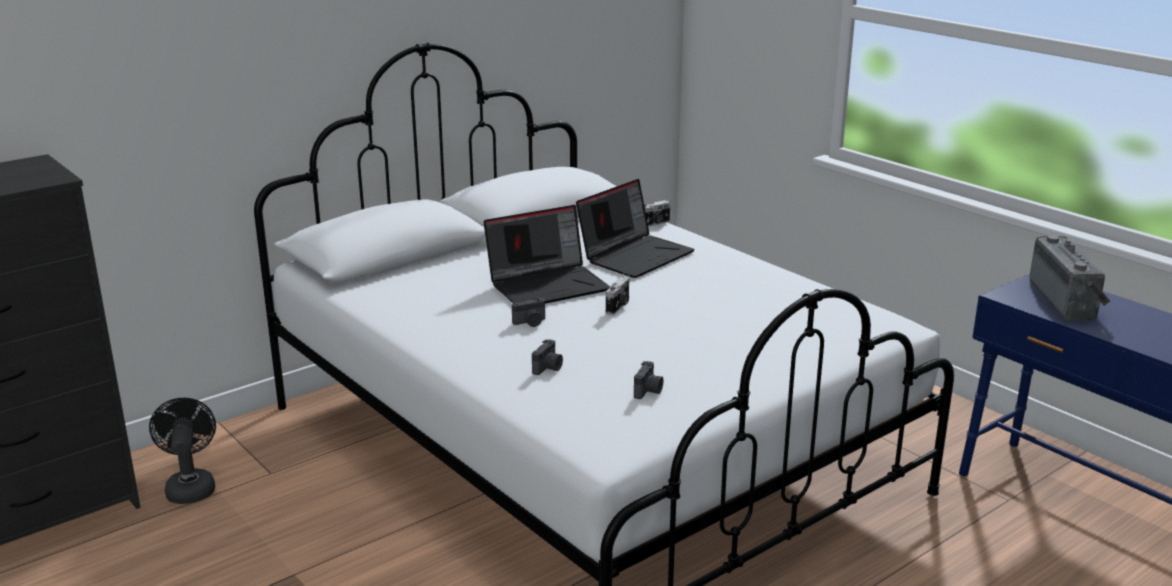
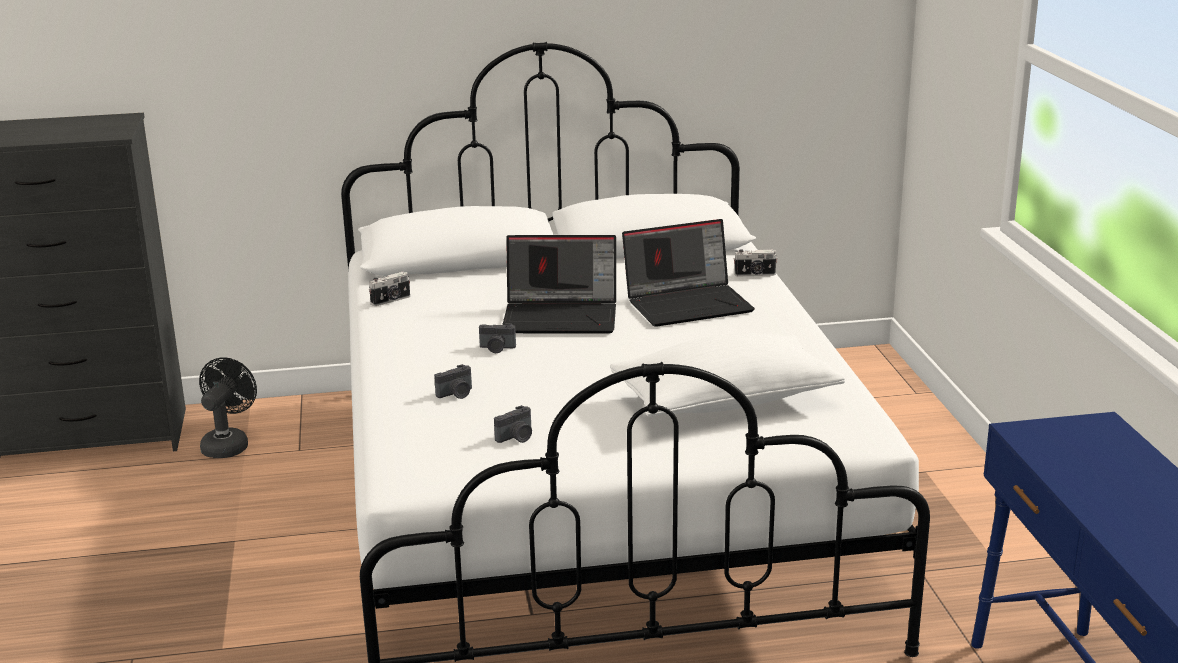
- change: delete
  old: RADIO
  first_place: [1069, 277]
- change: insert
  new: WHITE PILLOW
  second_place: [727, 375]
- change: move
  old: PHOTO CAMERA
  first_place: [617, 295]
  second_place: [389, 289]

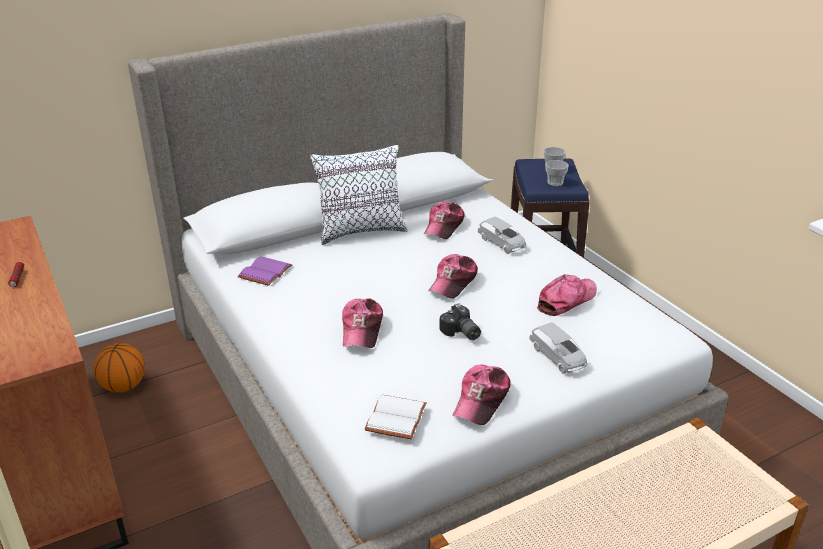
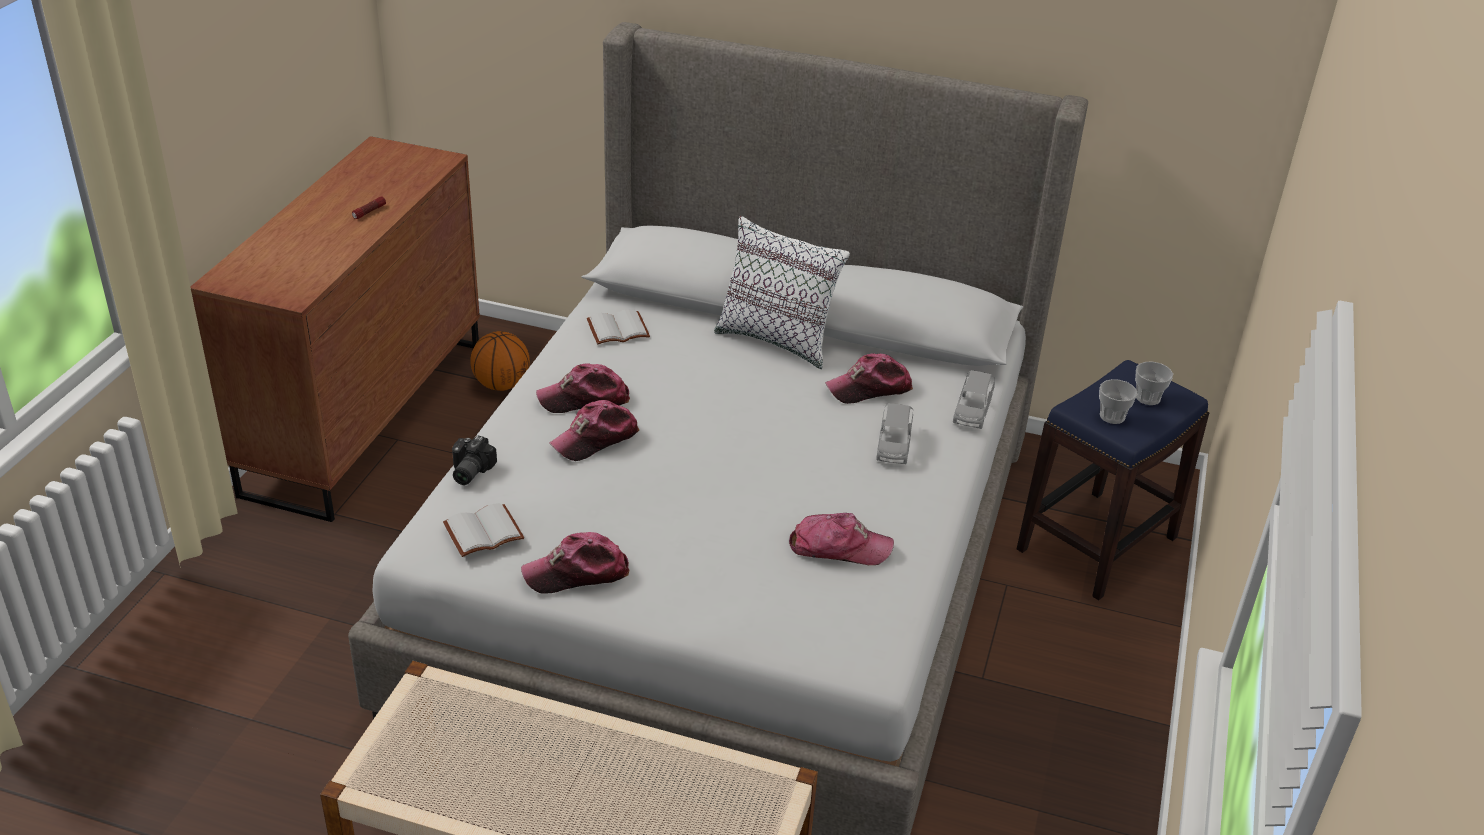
- change: move
  old: CAP
  first_place: [453, 276]
  second_place: [583, 388]
- change: move
  old: PHOTO CAMERA
  first_place: [460, 322]
  second_place: [474, 460]
- change: move
  old: GREY TOY CAR
  first_place: [558, 348]
  second_place: [974, 399]
- change: recolor
  old: PURPLE BOOK
  new: WHITE BOOK
  first_place: [265, 271]
  second_place: [618, 326]

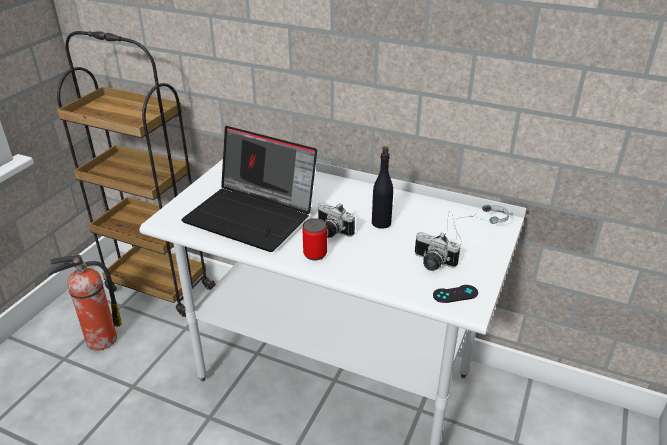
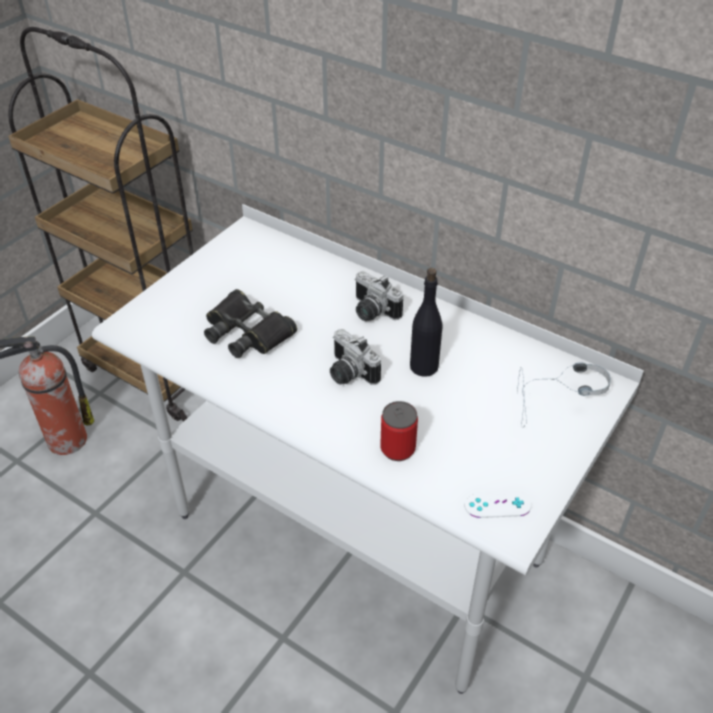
- change: move
  old: CAN
  first_place: [314, 239]
  second_place: [399, 431]
- change: move
  old: PHOTO CAMERA
  first_place: [437, 251]
  second_place: [379, 296]
- change: replace
  old: LAPTOP
  new: BLACK BINOCULARS
  first_place: [249, 189]
  second_place: [250, 323]
- change: recolor
  old: BLACK GAME CONTROLLER
  new: WHITE GAME CONTROLLER
  first_place: [455, 294]
  second_place: [498, 504]

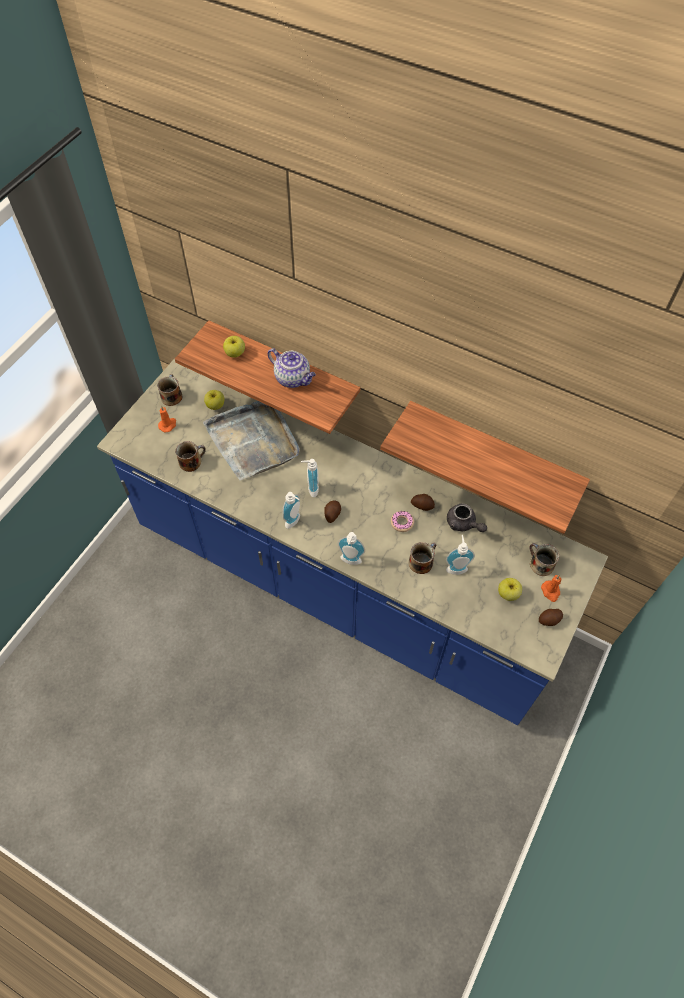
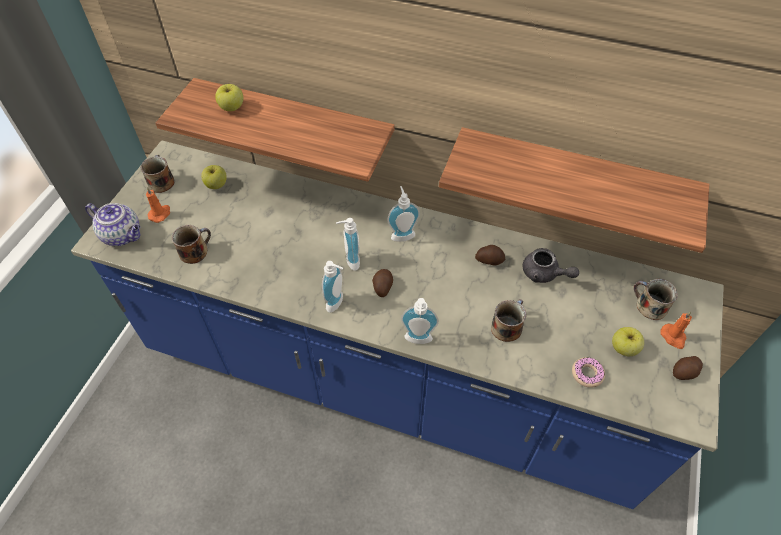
- change: delete
  old: GREY TRAY
  first_place: [251, 441]
- change: move
  old: TEAPOT
  first_place: [292, 368]
  second_place: [112, 224]
- change: move
  old: DONUT
  first_place: [402, 521]
  second_place: [588, 372]
- change: move
  old: SOAP DISPENSER
  first_place: [460, 555]
  second_place: [403, 214]

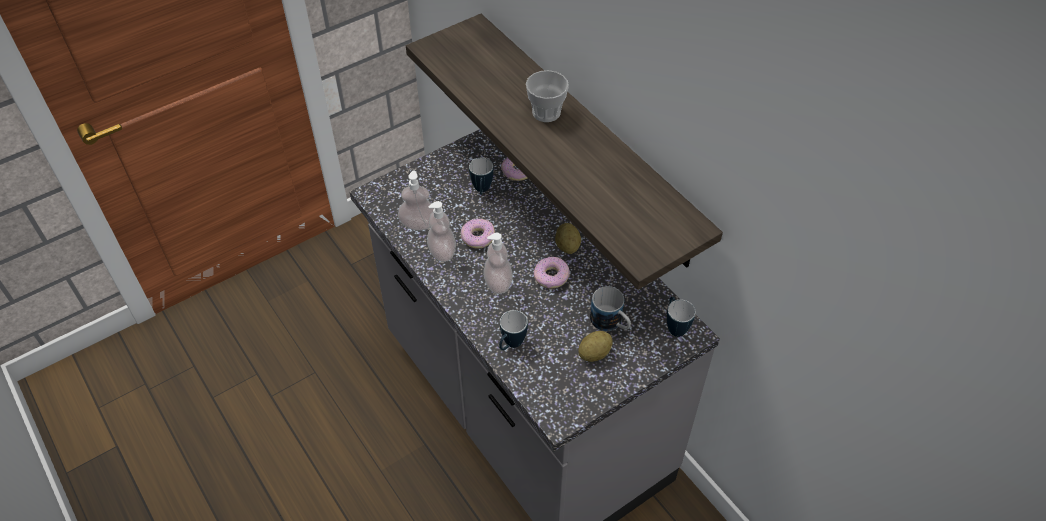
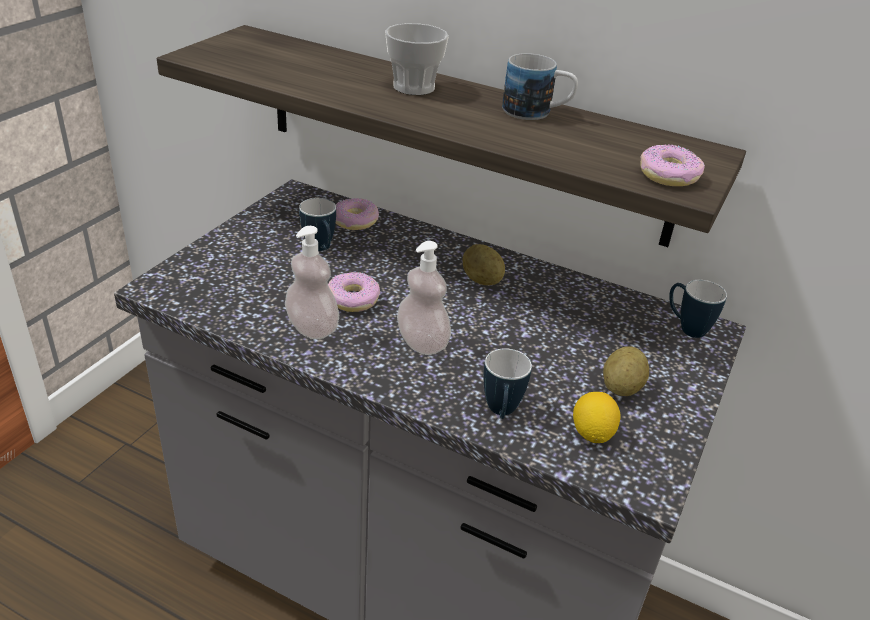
- change: delete
  old: SOAP DISPENSER
  first_place: [416, 201]
- change: insert
  new: LEMON
  second_place: [597, 417]
- change: move
  old: DONUT
  first_place: [552, 272]
  second_place: [672, 165]
- change: move
  old: MUG
  first_place: [610, 308]
  second_place: [540, 86]

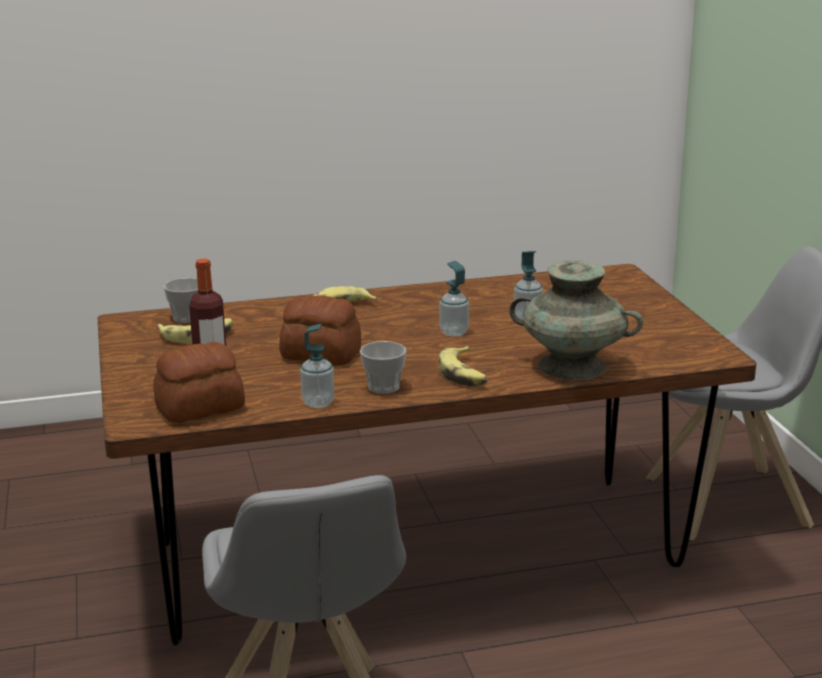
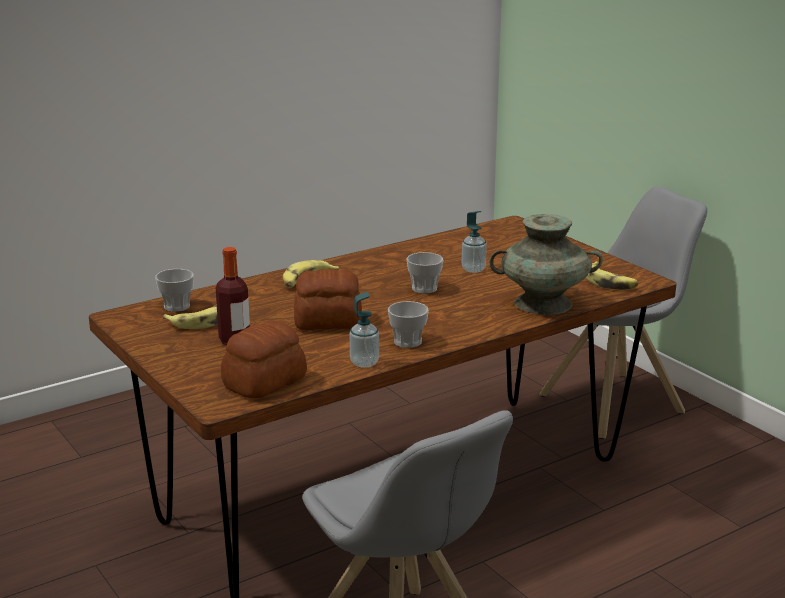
- change: move
  old: BANANA
  first_place: [463, 366]
  second_place: [612, 275]
- change: replace
  old: SOAP DISPENSER
  new: CUP
  first_place: [454, 299]
  second_place: [424, 273]

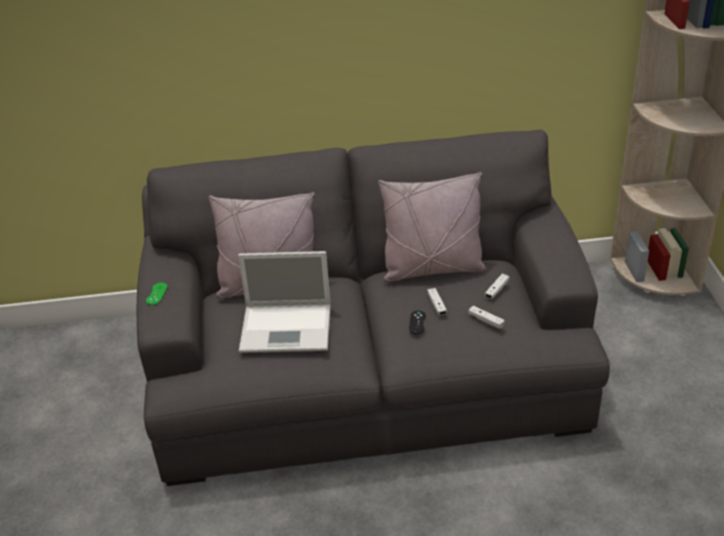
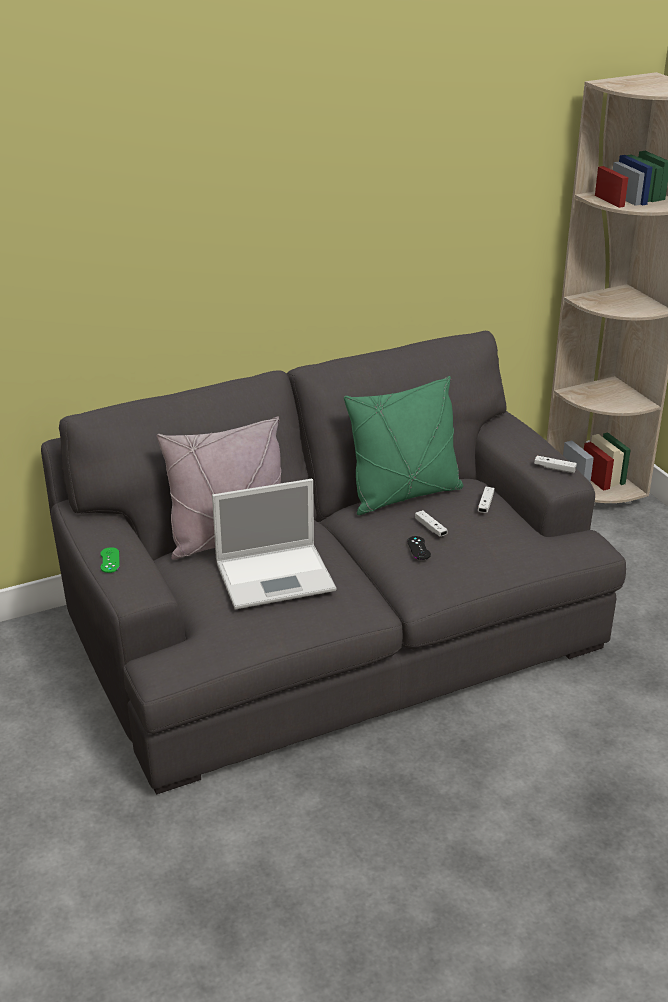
- change: move
  old: WHITE GAME CONTROLLER
  first_place: [486, 317]
  second_place: [555, 464]
- change: recolor
  old: PURPLE PILLOW
  new: GREEN PILLOW
  first_place: [432, 227]
  second_place: [403, 445]

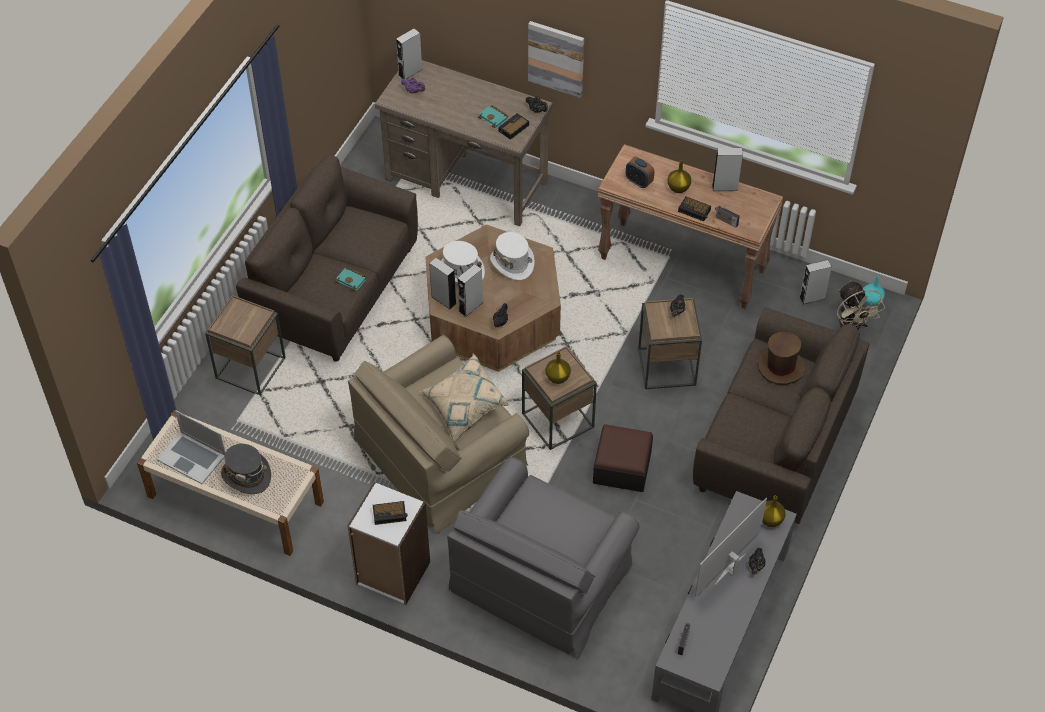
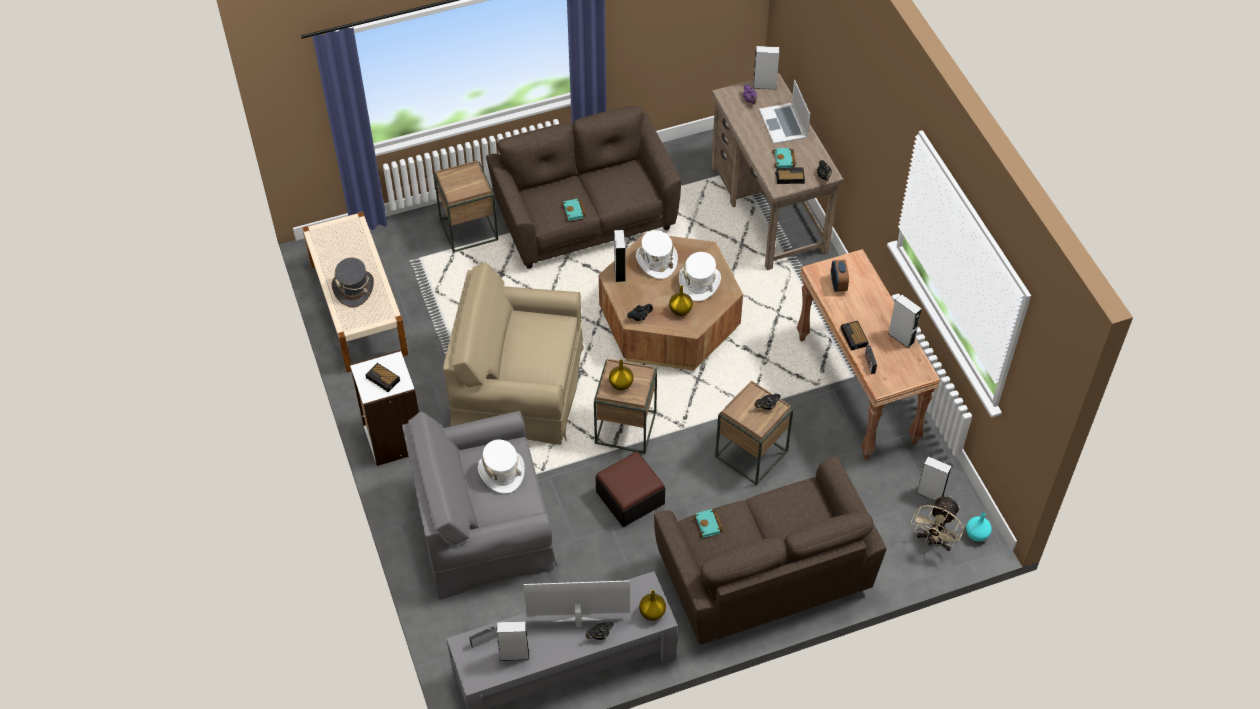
- change: delete
  old: BEIGE PILLOW
  first_place: [465, 398]
- change: delete
  old: PICTURE
  first_place: [556, 59]
- change: delete
  old: BROWN HAT
  first_place: [781, 358]
- change: insert
  new: WHITE HAT
  second_place: [501, 467]
- change: insert
  new: TURQUOISE BOOK
  second_place: [708, 523]
- change: move
  old: LAPTOP
  first_place: [191, 447]
  second_place: [784, 112]
- change: move
  old: GREY SPEAKER
  first_place: [470, 290]
  second_place: [513, 641]
- change: move
  old: YELLOW VASE
  first_place: [679, 177]
  second_place: [681, 300]

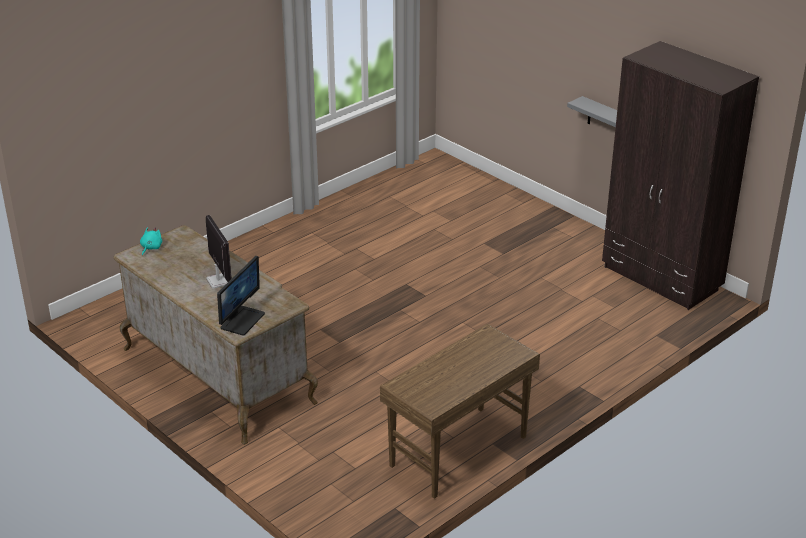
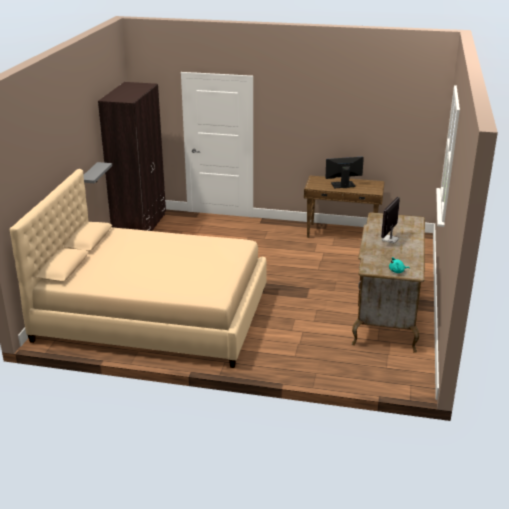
- change: insert
  new: BEIGE BED
  second_place: [138, 268]
- change: move
  old: MONITOR
  first_place: [241, 295]
  second_place: [345, 172]

